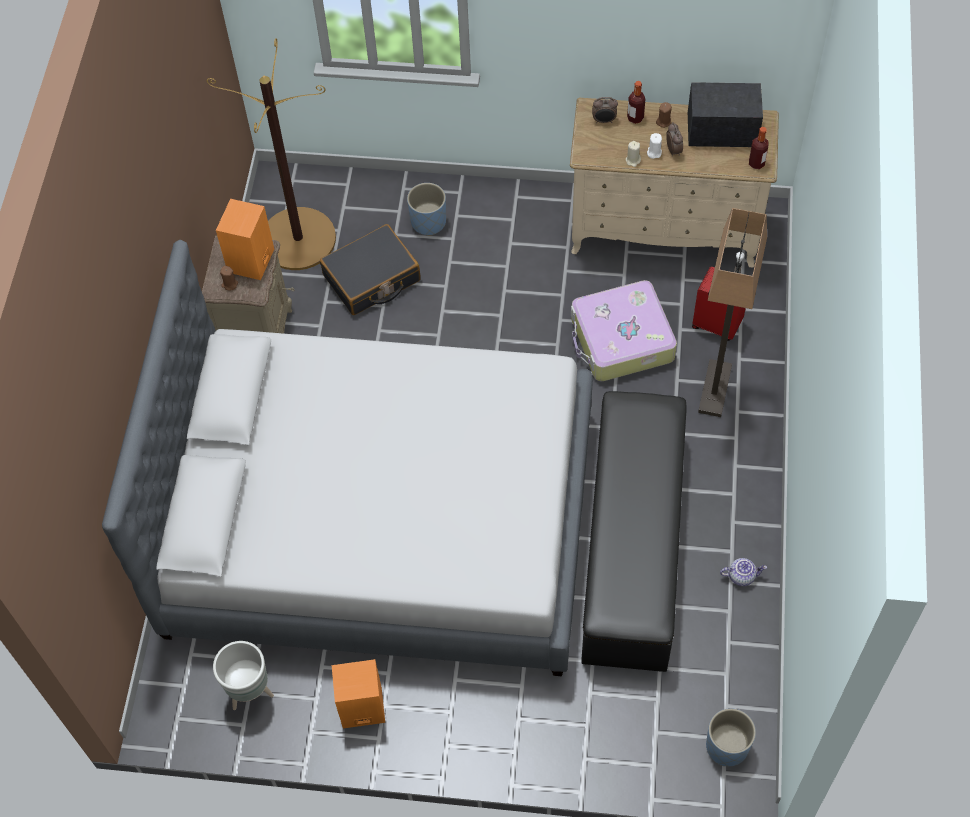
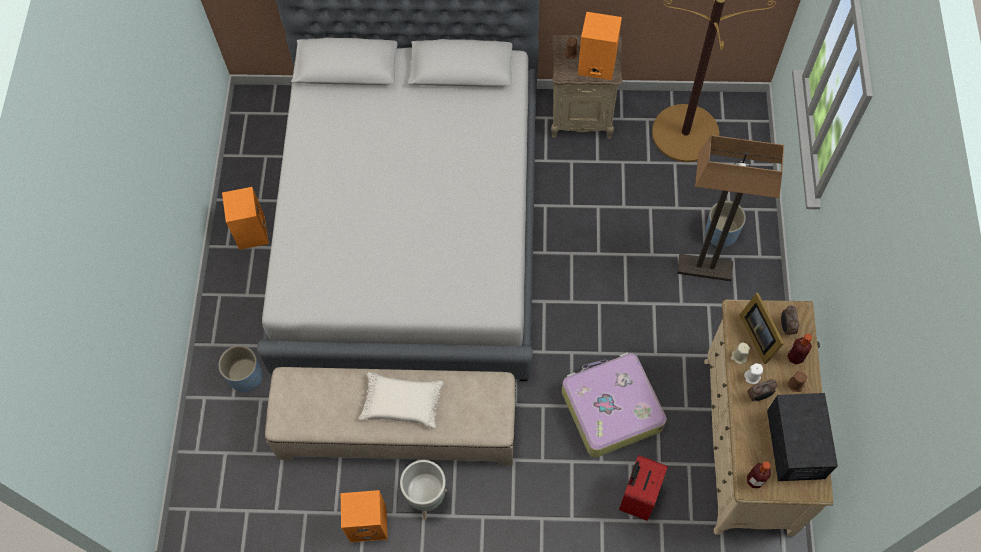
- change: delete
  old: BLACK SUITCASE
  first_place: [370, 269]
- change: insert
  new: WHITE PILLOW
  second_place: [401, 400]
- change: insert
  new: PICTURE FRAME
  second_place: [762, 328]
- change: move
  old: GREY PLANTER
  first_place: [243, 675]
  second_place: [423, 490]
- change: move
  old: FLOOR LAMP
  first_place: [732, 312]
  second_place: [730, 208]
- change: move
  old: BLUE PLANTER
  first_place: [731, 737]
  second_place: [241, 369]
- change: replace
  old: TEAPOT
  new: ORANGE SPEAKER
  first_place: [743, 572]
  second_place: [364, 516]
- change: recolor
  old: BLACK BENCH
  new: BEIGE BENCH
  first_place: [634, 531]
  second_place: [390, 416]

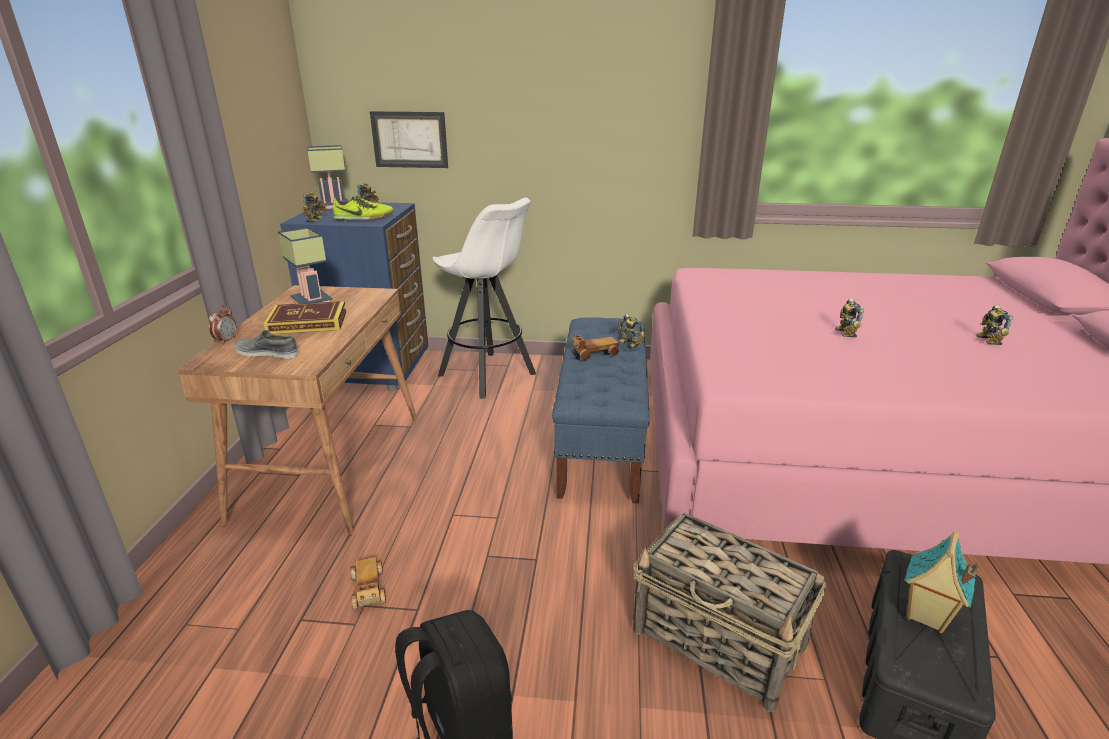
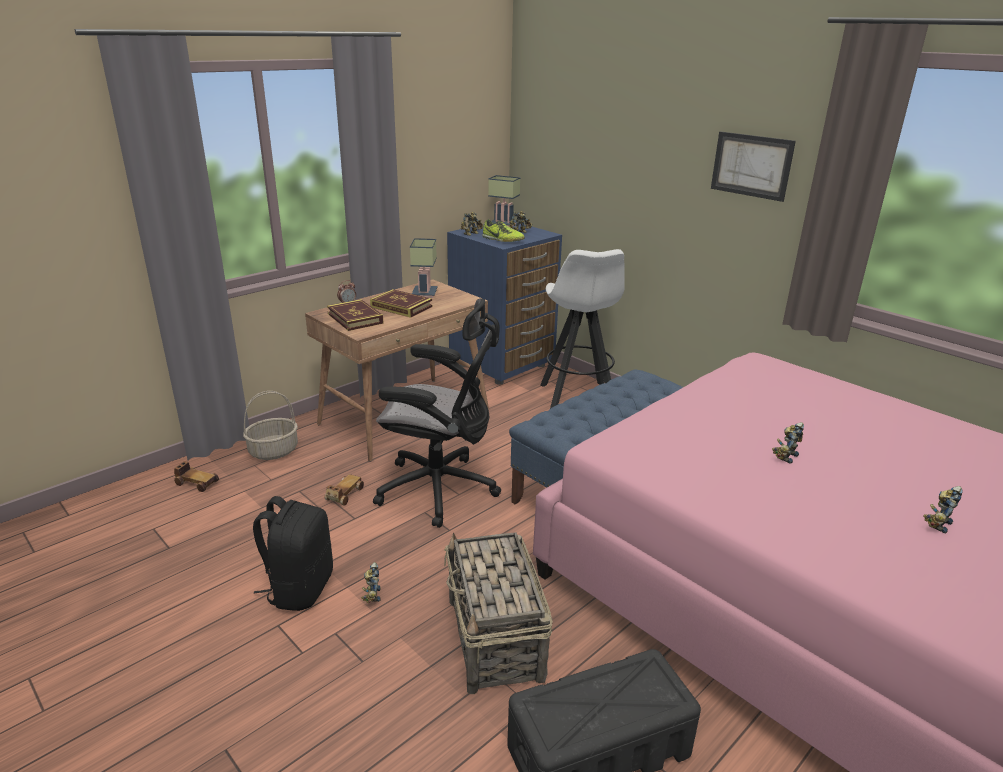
- change: delete
  old: TOY HOUSE
  first_place: [941, 582]
- change: insert
  new: BASKET
  second_place: [270, 425]
- change: insert
  new: OFFICE CHAIR
  second_place: [437, 413]
- change: move
  old: PICTURE
  first_place: [409, 139]
  second_place: [753, 166]
- change: move
  old: TOY CAR
  first_place: [595, 347]
  second_place: [196, 476]
- change: move
  old: TOY ROBOT
  first_place: [632, 330]
  second_place: [371, 583]
- change: replace
  old: GREY SHOE
  new: BOOK
  first_place: [266, 344]
  second_place: [355, 315]

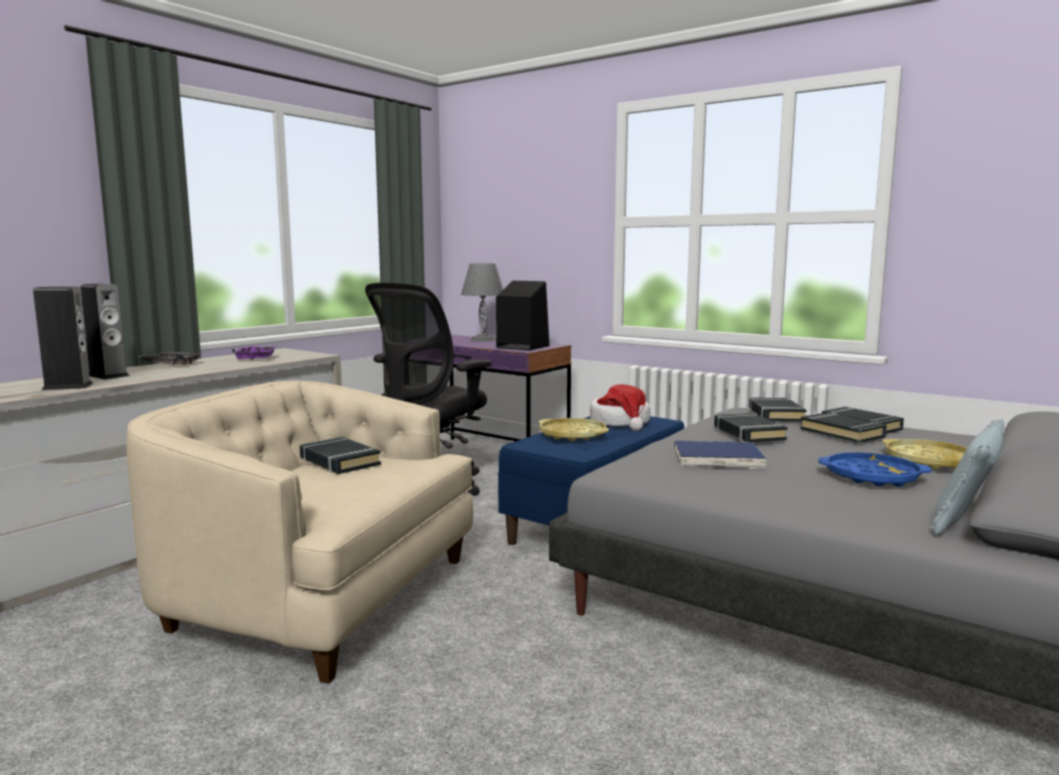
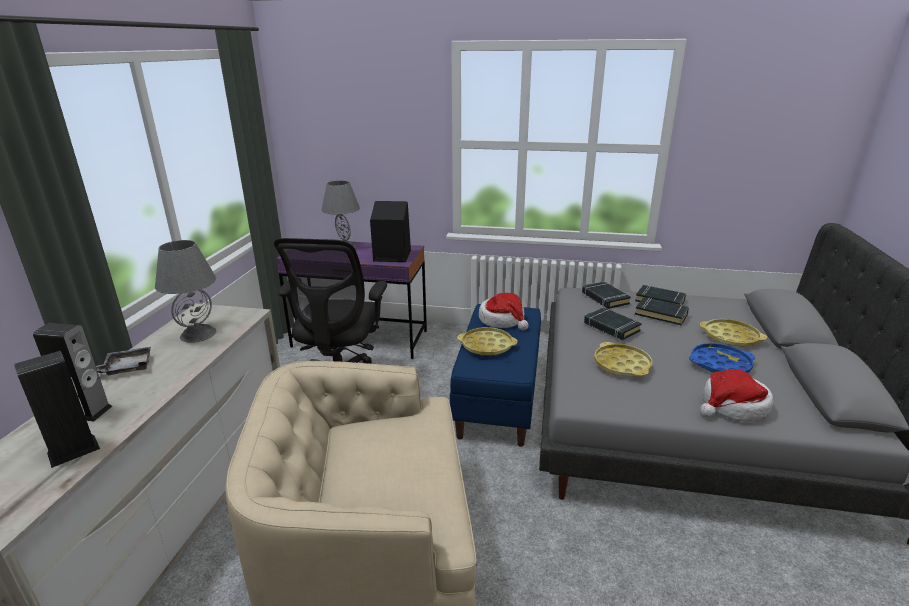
- change: delete
  old: BLACK BOOK
  first_place: [340, 455]
- change: delete
  old: BLUE PILLOW
  first_place: [967, 477]
- change: insert
  new: HAT
  second_place: [736, 395]
- change: replace
  old: PURPLE TRAY
  new: GREY TABLE LAMP
  first_place: [255, 353]
  second_place: [185, 291]
- change: replace
  old: BLUE BOOK
  new: YELLOW TRAY
  first_place: [720, 455]
  second_place: [623, 359]

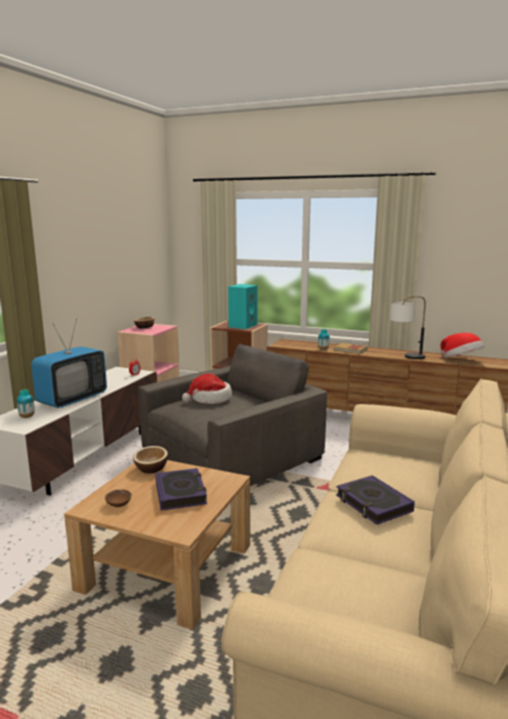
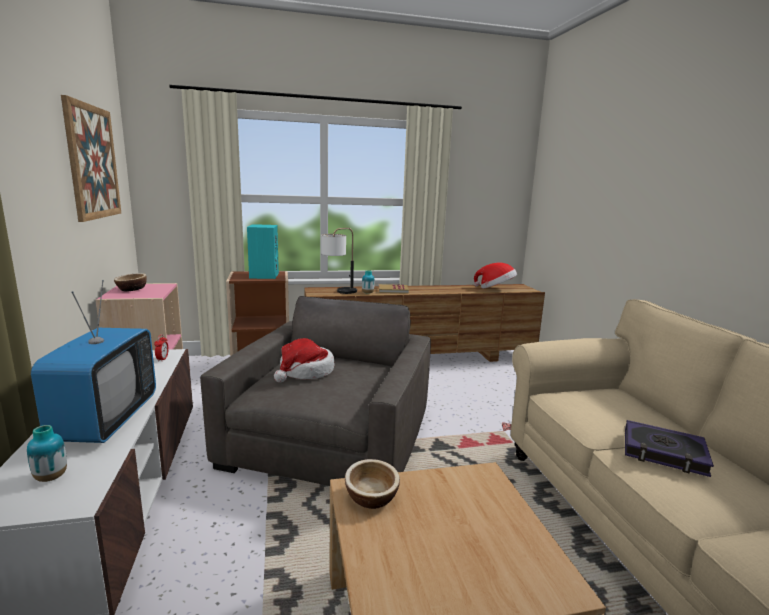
- change: delete
  old: BROWN BOWL
  first_place: [118, 498]
- change: delete
  old: BOOK
  first_place: [181, 489]
- change: insert
  new: PICTURE
  second_place: [91, 158]
- change: move
  old: TABLE LAMP
  first_place: [408, 327]
  second_place: [339, 261]

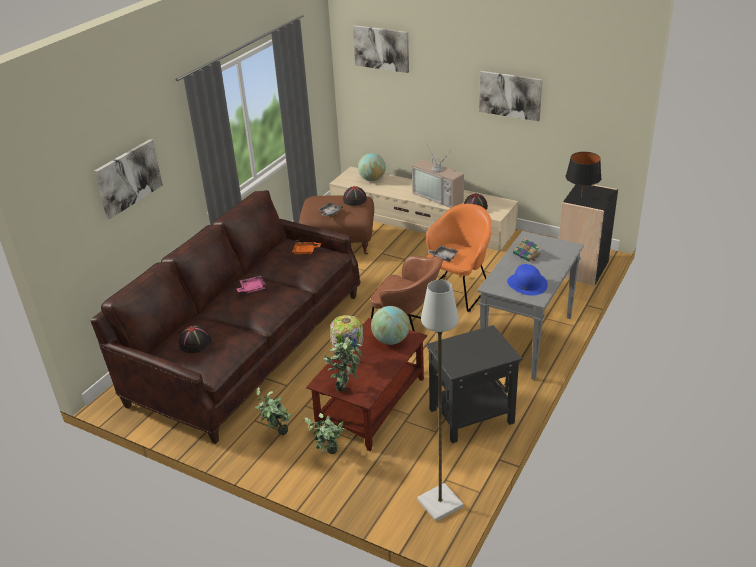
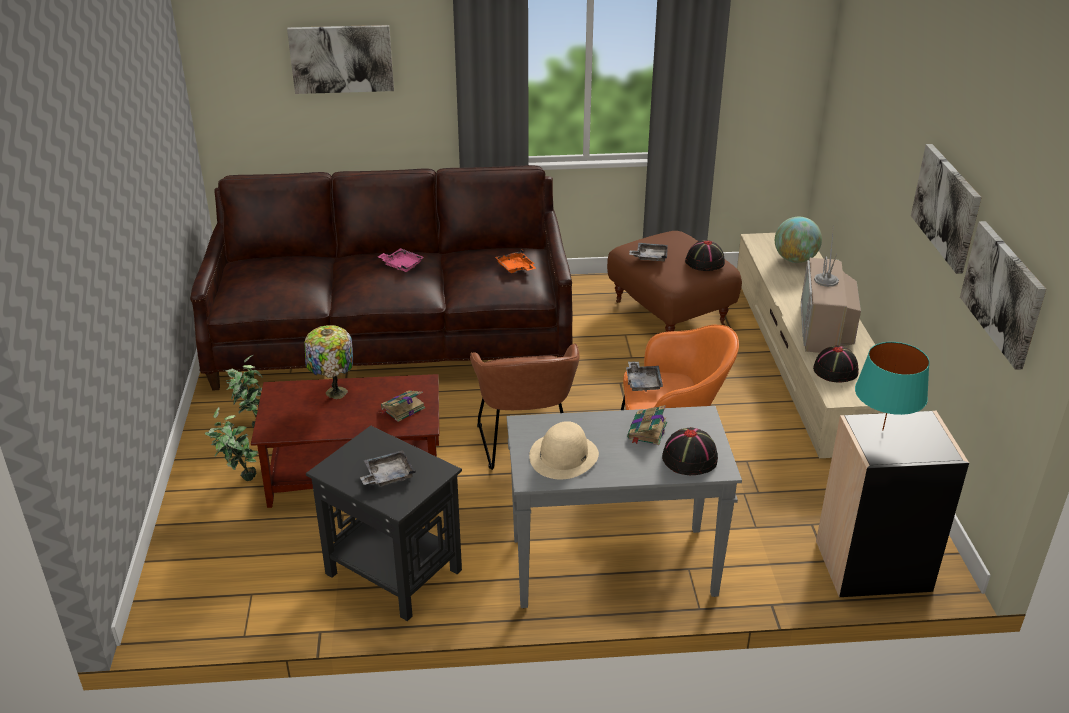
- change: delete
  old: POTTED PLANT
  first_place: [342, 364]
- change: delete
  old: GREY FLOOR LAMP
  first_place: [440, 400]
- change: insert
  new: GREY TRAY
  second_place: [388, 468]
- change: move
  old: BLACK HAT
  first_place: [195, 339]
  second_place: [690, 451]
- change: move
  old: PICTURE
  first_place: [381, 49]
  second_place: [1003, 295]
- change: replace
  old: GLOBE
  new: BOOK
  first_place: [390, 325]
  second_place: [402, 406]
- change: recolor
  old: BLUE HAT
  new: BEIGE HAT
  first_place: [527, 280]
  second_place: [564, 450]
- change: recolor
  old: BLACK TABLE LAMP
  new: TURQUOISE TABLE LAMP
  first_place: [583, 175]
  second_place: [892, 386]

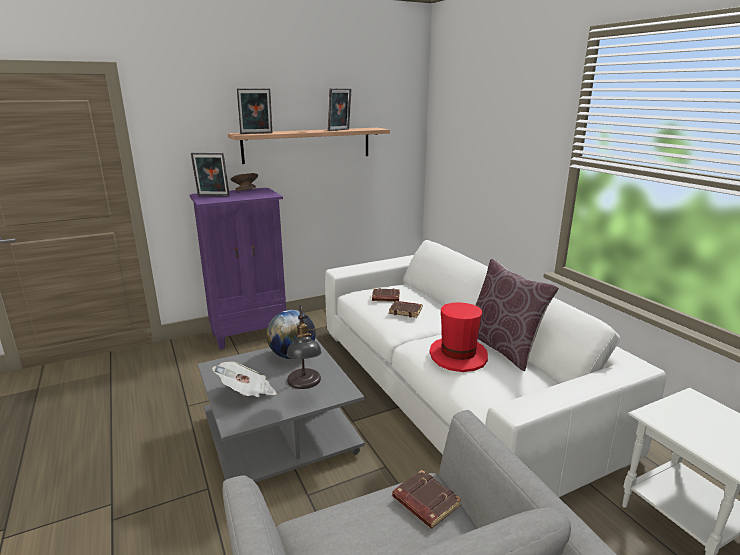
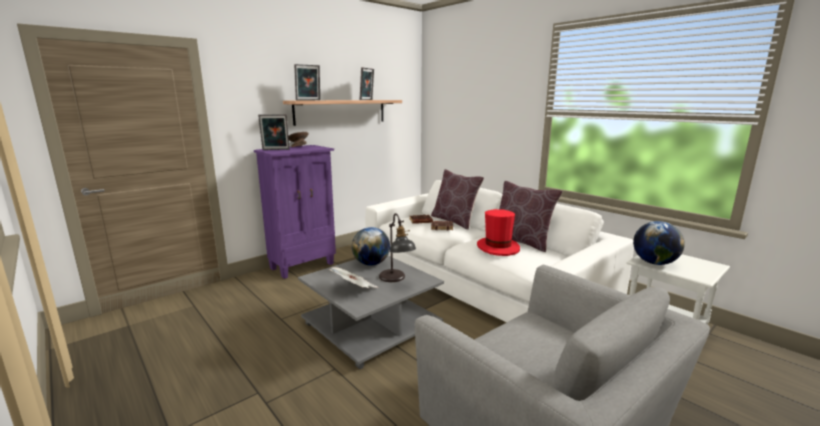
- change: delete
  old: BROWN BOOK
  first_place: [426, 499]
- change: insert
  new: BROWN PILLOW
  second_place: [457, 199]
- change: insert
  new: GLOBE
  second_place: [659, 243]

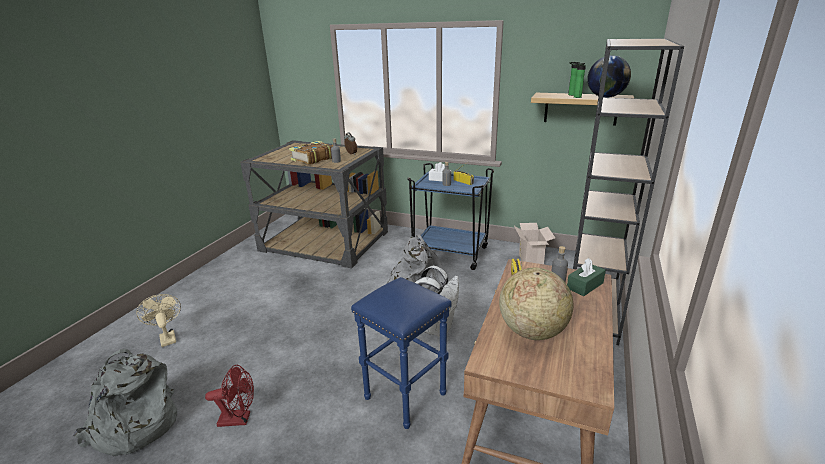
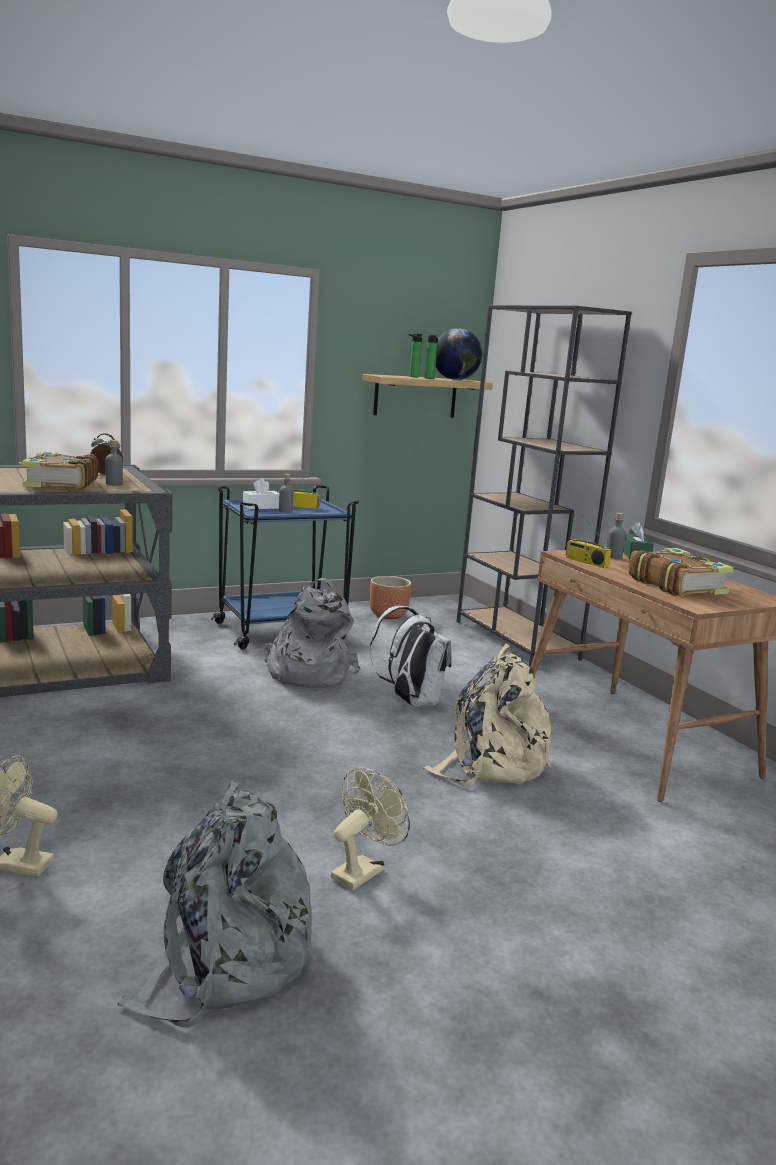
- change: replace
  old: BLUE STOOL
  new: BEIGE BACKPACK
  first_place: [401, 353]
  second_place: [487, 714]
- change: replace
  old: GLOBE
  new: BOOK
  first_place: [536, 303]
  second_place: [680, 572]
- change: replace
  old: CARDBOARD BOX
  new: BROWN PLANTER
  first_place: [534, 243]
  second_place: [390, 597]
- change: recolor
  old: RED FAN
  new: BEIGE FAN
  first_place: [229, 396]
  second_place: [370, 828]

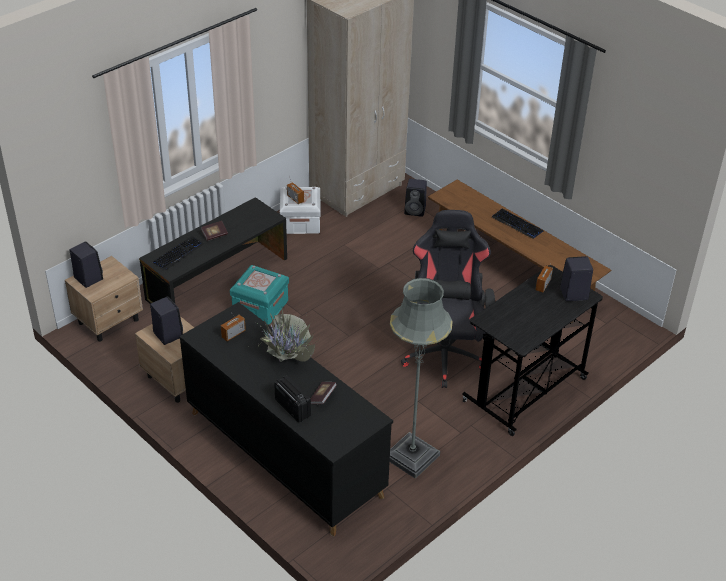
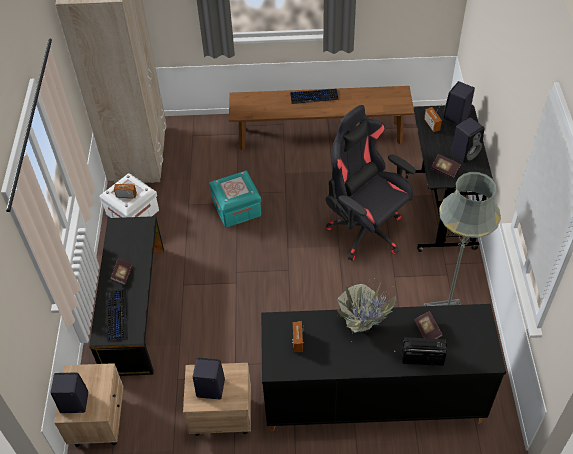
- change: insert
  new: BOOK
  second_place: [445, 166]
- change: move
  old: TURQUOISE STORAGE BOX
  first_place: [259, 295]
  second_place: [235, 199]
- change: move
  old: BLACK SPEAKER
  first_place: [415, 198]
  second_place: [467, 140]

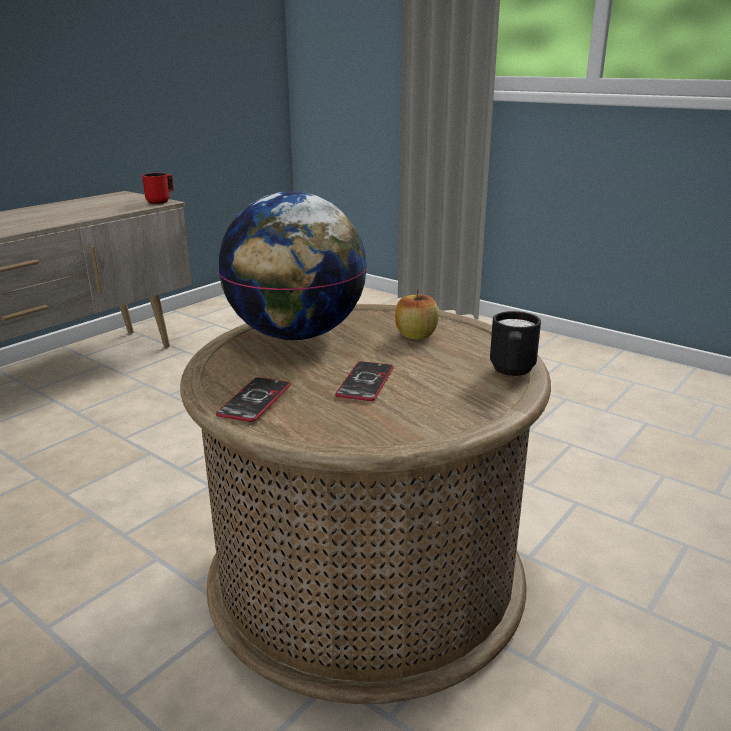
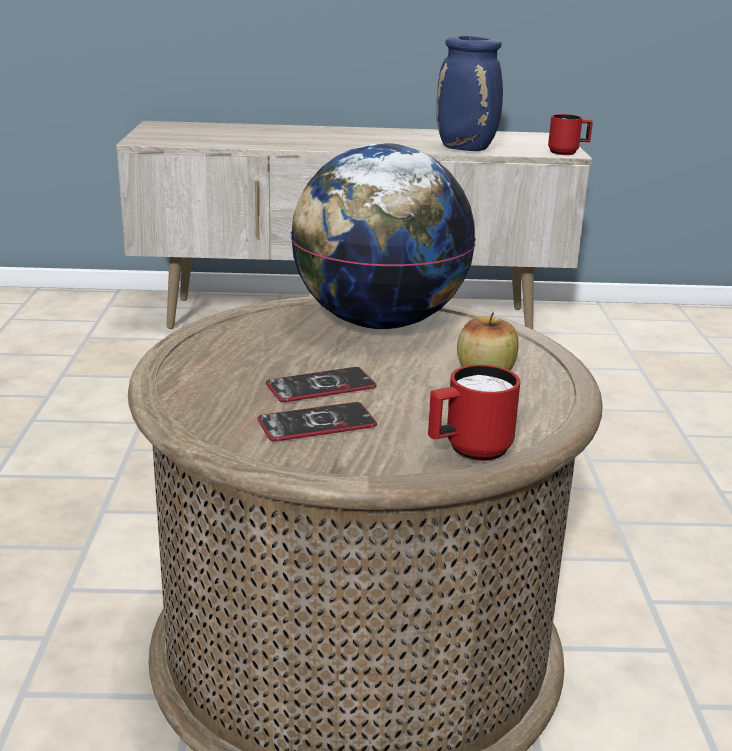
- change: insert
  new: BLUE VASE
  second_place: [470, 93]
- change: move
  old: PHONE
  first_place: [253, 399]
  second_place: [317, 421]
- change: recolor
  old: BLACK MUG
  new: RED MUG
  first_place: [515, 343]
  second_place: [474, 413]

